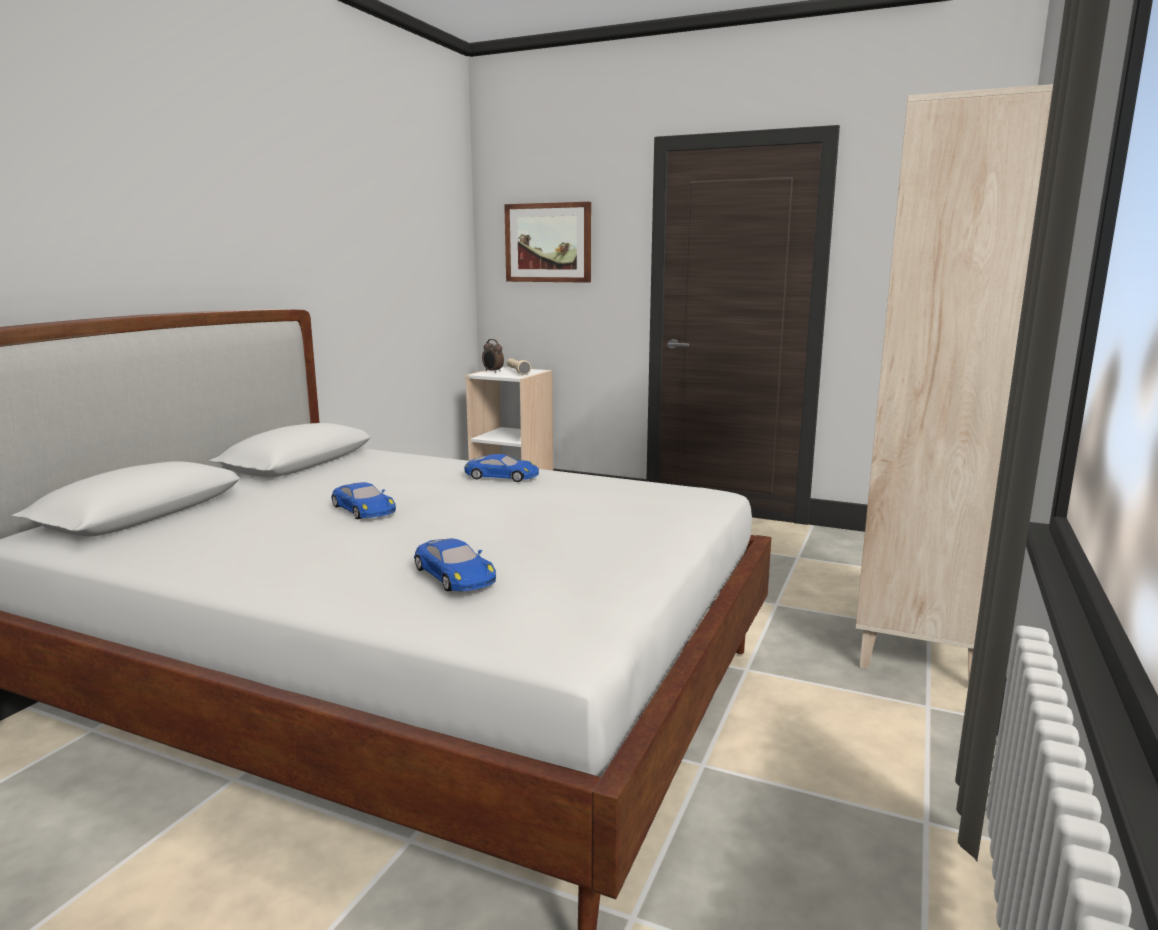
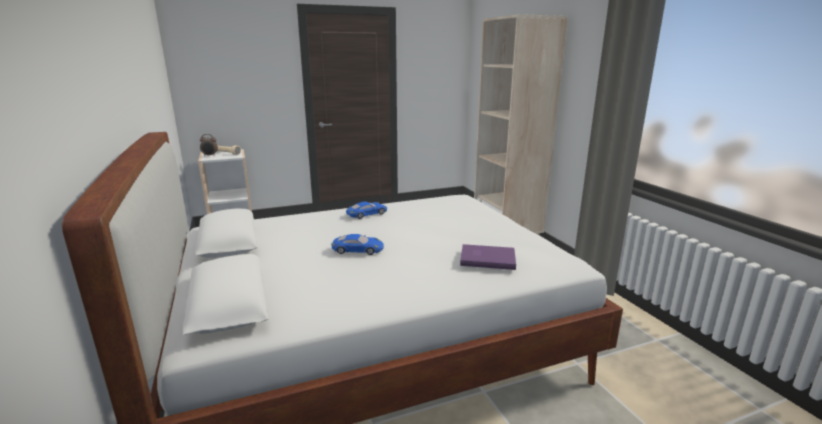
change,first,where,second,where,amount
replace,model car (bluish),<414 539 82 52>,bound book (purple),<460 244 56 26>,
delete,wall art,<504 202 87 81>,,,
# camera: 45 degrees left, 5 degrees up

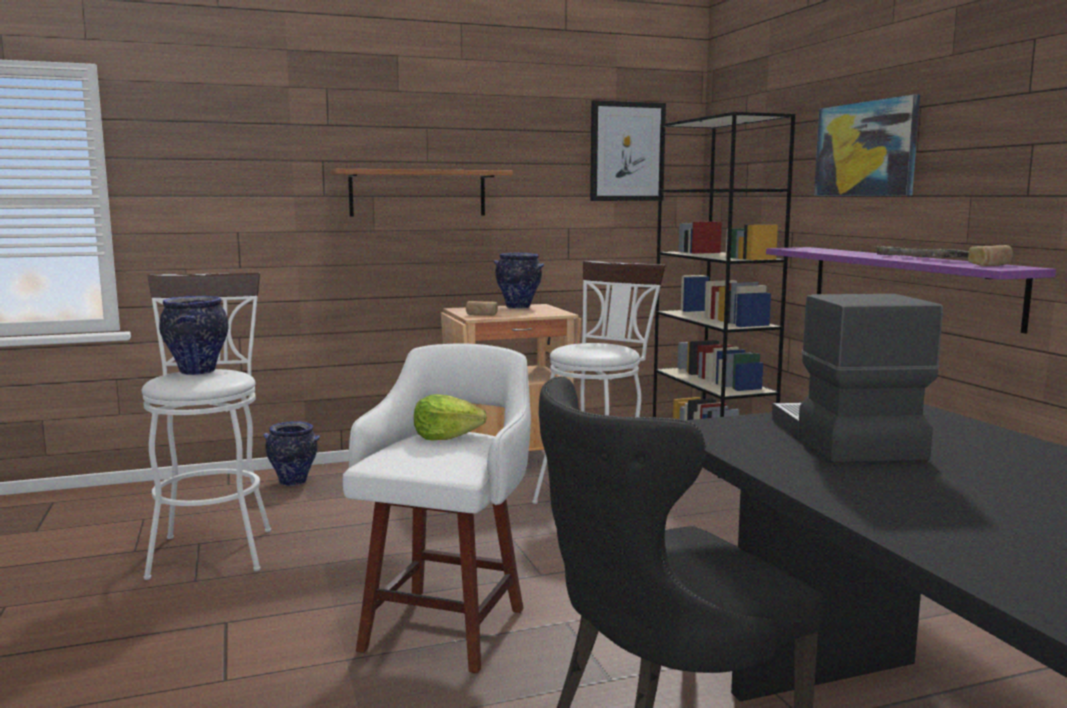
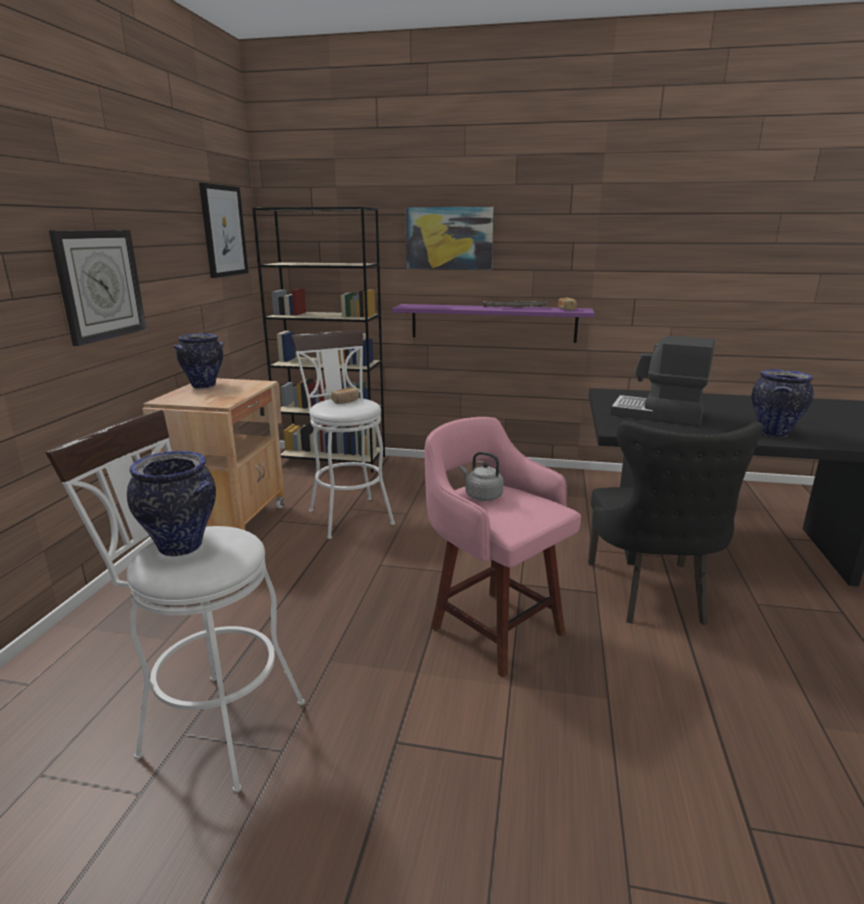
change,first,where,second,where,amount
move,vase,<263 421 57 65>,,<752 369 62 68>,
replace,wall shelf,<330 169 183 48>,wall clock,<49 230 97 116>,
recolor,stool seat (whitish),<343 343 188 330>,stool seat (pink-coloured),<424 417 157 260>,
replace,lettuce,<414 394 73 46>,tea kettle (gray),<460 452 44 49>,
move,baked bread,<466 301 32 15>,,<331 388 28 16>,
# camera: 60 degrees left, 10 degrees up

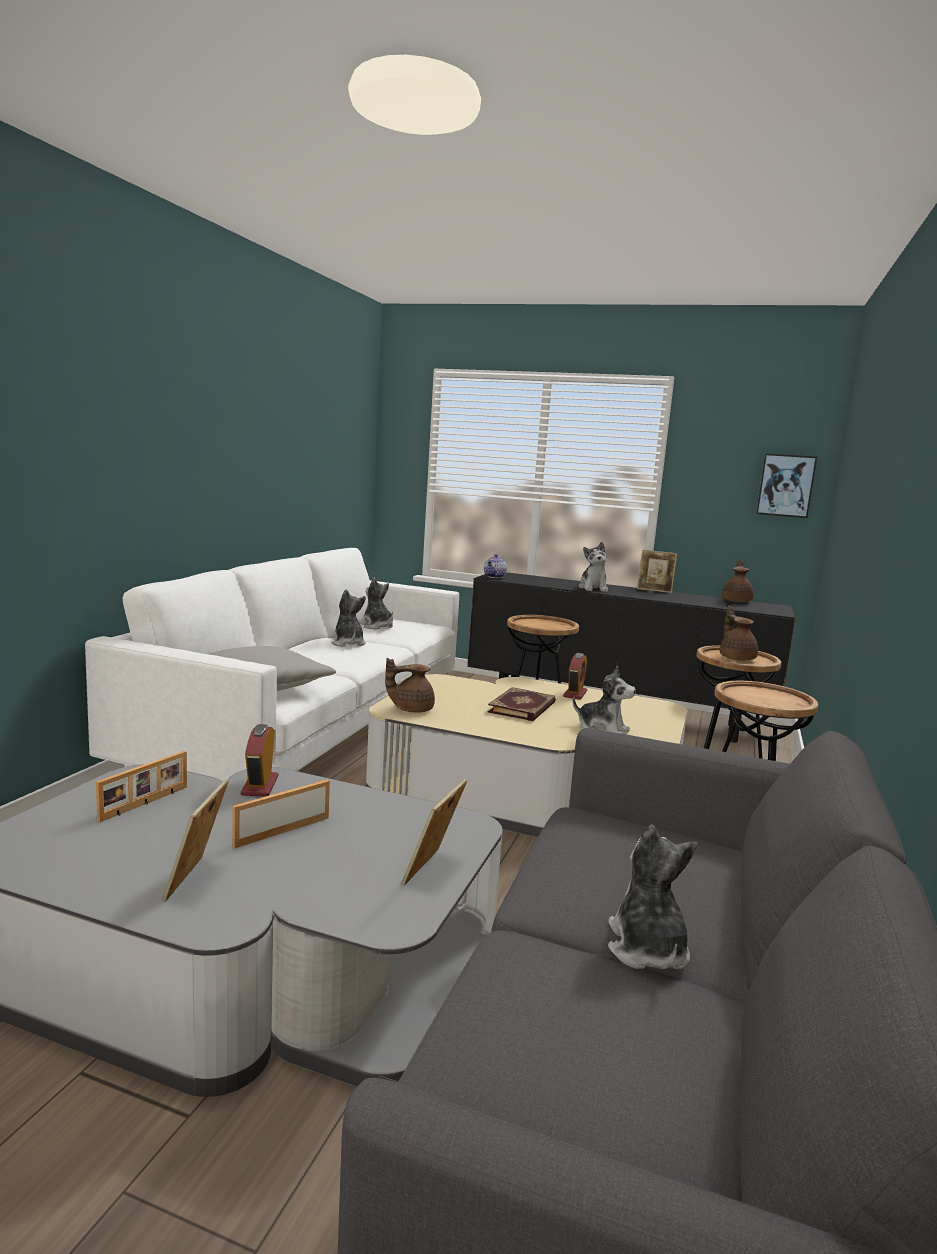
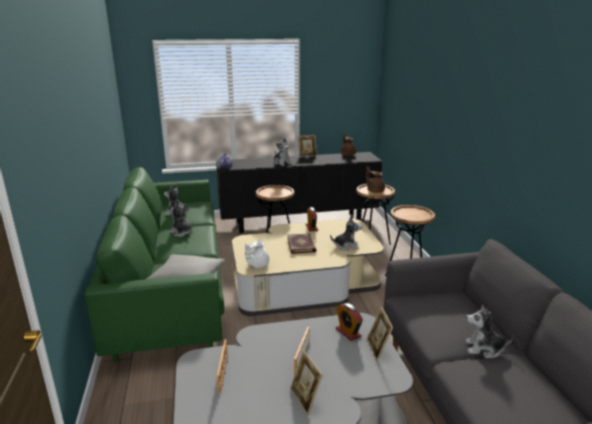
change,first,where,second,where,amount
recolor,couch (whitish),<85 548 374 234>,couch (green),<85 167 139 196>,
move,table clock,<241 724 37 73>,,<336 303 27 38>,
recolor,tea pot (brown-coloured),<385 658 50 54>,tea pot (whitish),<245 241 24 27>,
rotate,soft toy,<608 824 89 145>,,<465 305 49 53>,45 degrees counterclockwise
delete,wall art,<756 453 61 65>,,,
# camera: 30 degrees left, 10 degrees up

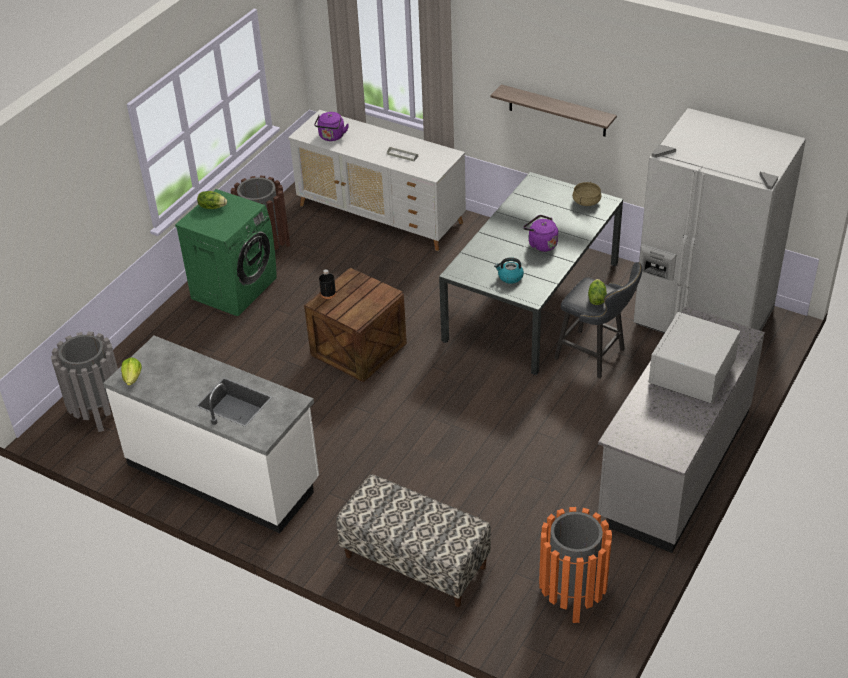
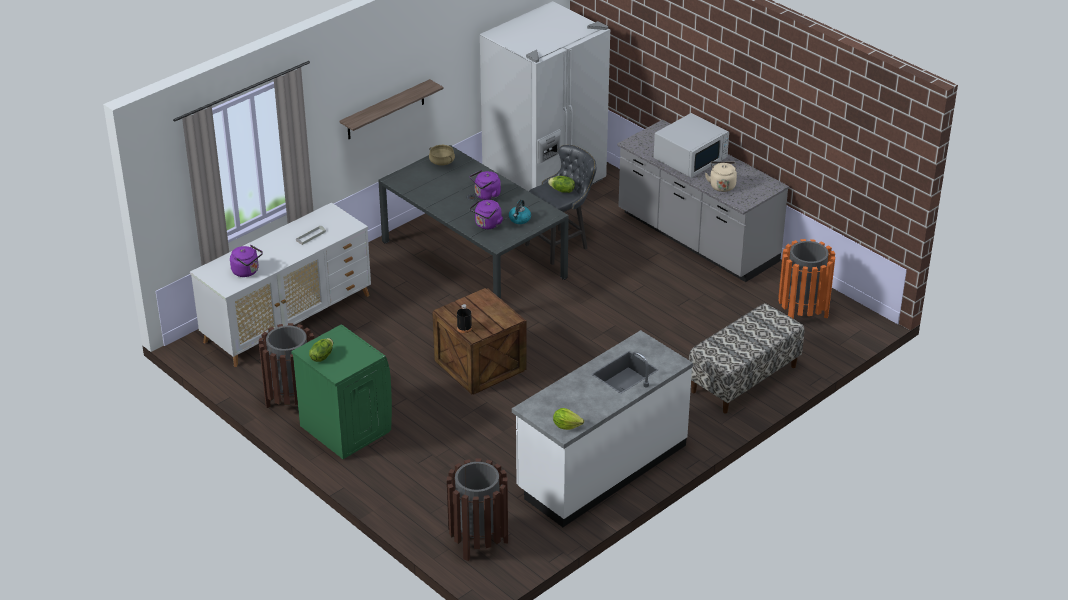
change,first,where,second,where,amount
recolor,rubbish bin (gray),<51 332 67 100>,rubbish bin (brown-coloured),<447 459 61 102>,
rotate,microwave oven (whitish),<649 312 91 92>,,<654 113 75 65>,90 degrees counterclockwise
insert,,,tea kettle (purple),<470 200 33 29>,
insert,,,tea kettle (beige),<705 161 32 31>,
# camera: 75 degrees left, 5 degrees down

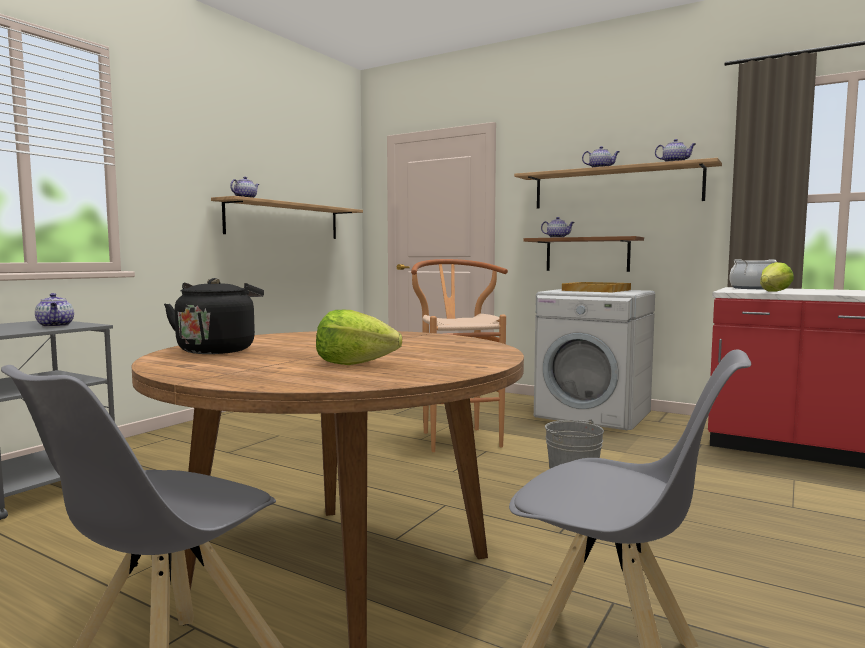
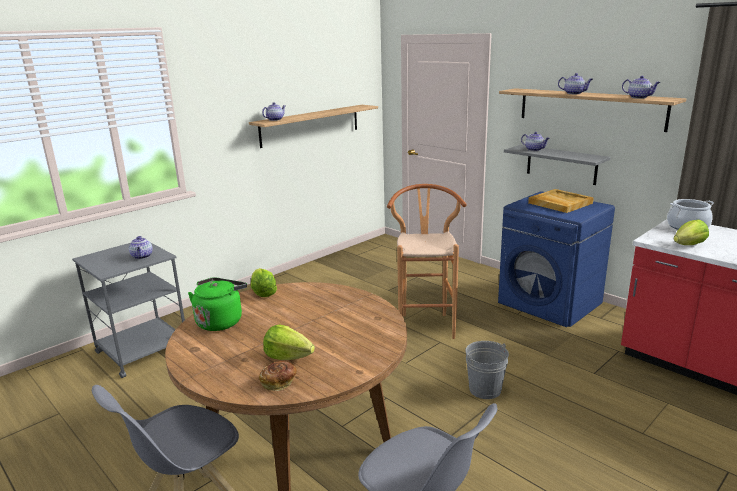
change,first,where,second,where,amount
recolor,tea kettle (black-coloured),<164 278 100 76>,tea kettle (green),<188 277 59 54>,
recolor,wall shelf (brown-coloured),<523 236 121 36>,wall shelf (gray),<504 145 107 40>,
recolor,washing machine (whitish),<534 289 121 141>,washing machine (bluish),<498 191 117 136>,
insert,,,lettuce,<251 268 26 29>,
insert,,,baked bread,<259 361 38 30>,
# camera: 15 degrees right, 15 degrees up

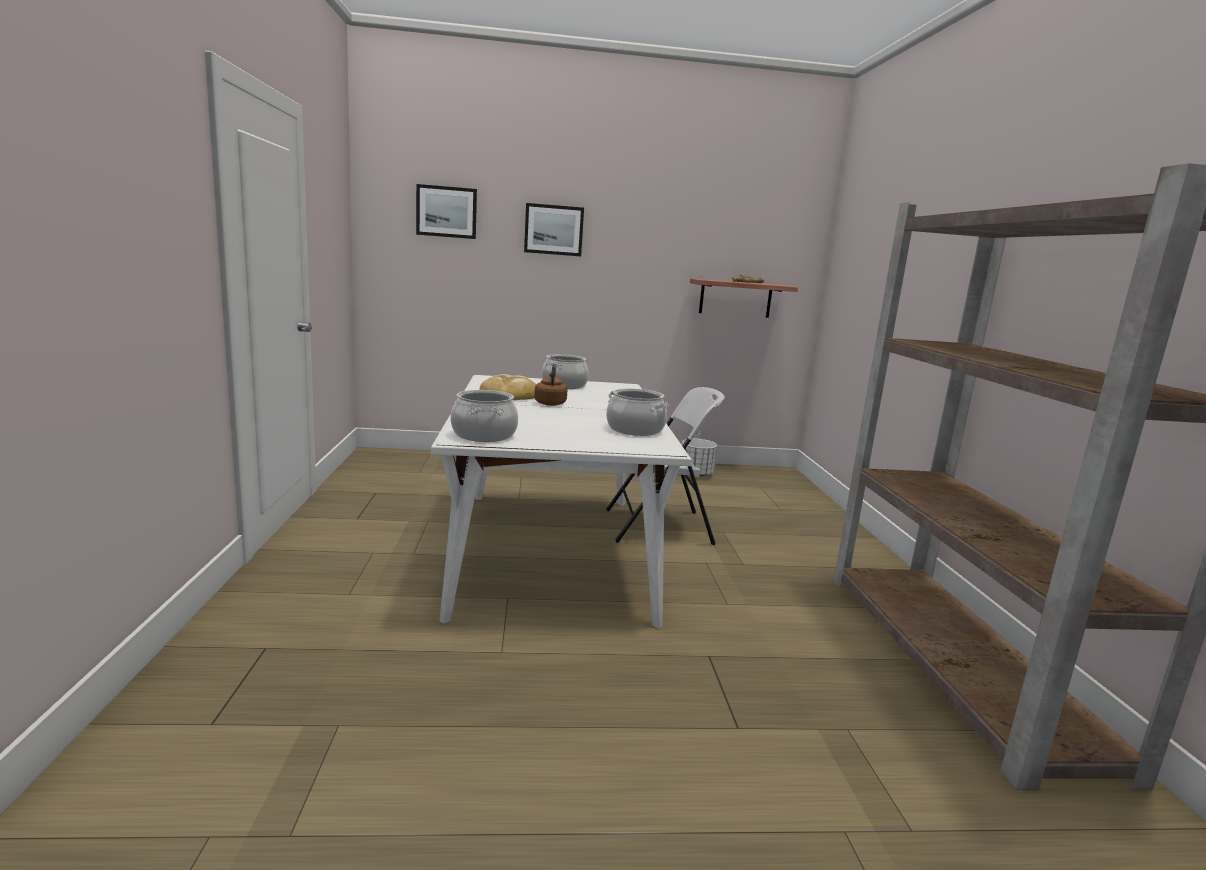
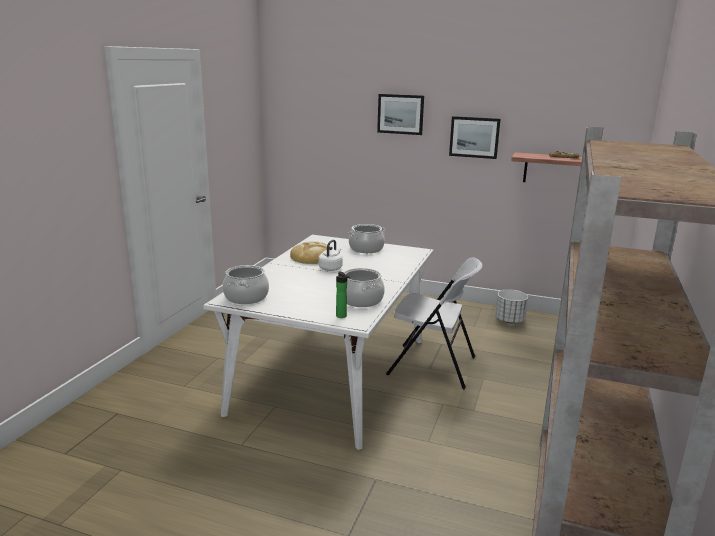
change,first,where,second,where,amount
move,wall art,<416 184 61 55>,,<449 116 52 43>,
recolor,tea kettle (brown-coloured),<534 364 33 42>,tea kettle (whitish),<318 240 25 31>,
insert,,,beverage bottle,<336 271 13 47>,
# camera: 25 degrees right, 5 degrees up

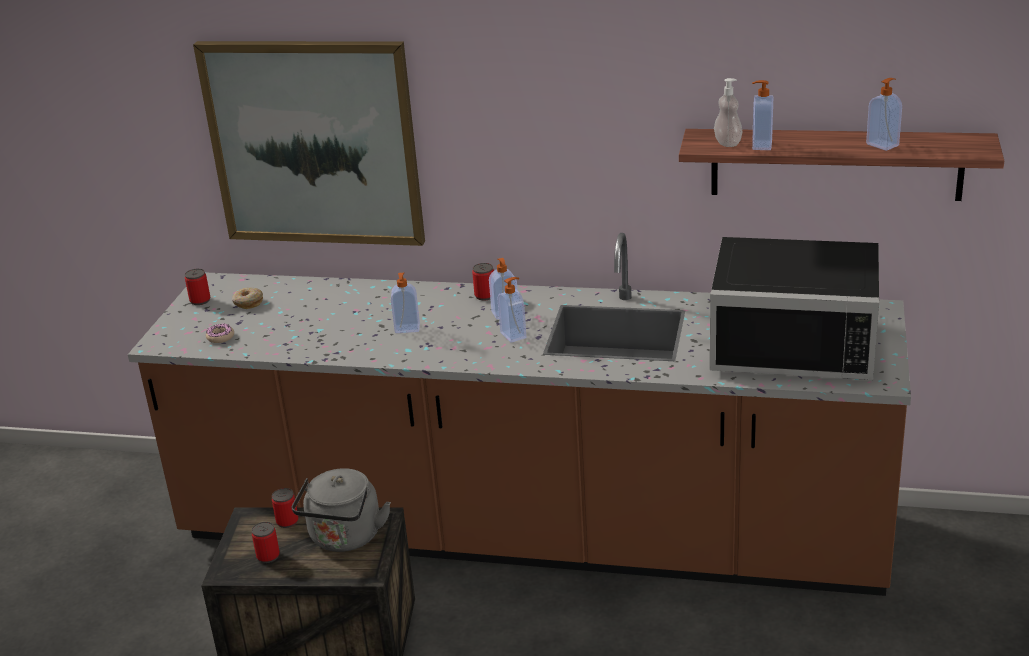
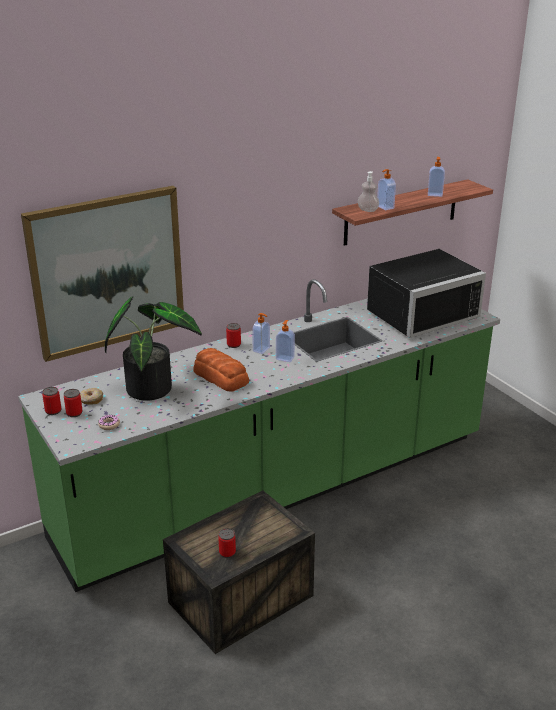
change,first,where,second,where,amount
recolor,kitchen base unit (brown-coloured),<128 233 783 363>,kitchen base unit (green),<18 279 482 313>,
move,sealed can,<272 488 26 40>,,<64 389 19 28>,
delete,tea kettle (gray),<291 468 100 84>,,,
replace,soap bottle,<391 273 29 60>,baked bread,<194 348 55 44>,
insert,,,houseplant,<105 296 97 105>,
# camera: 45 degrees left, 0 degrees up

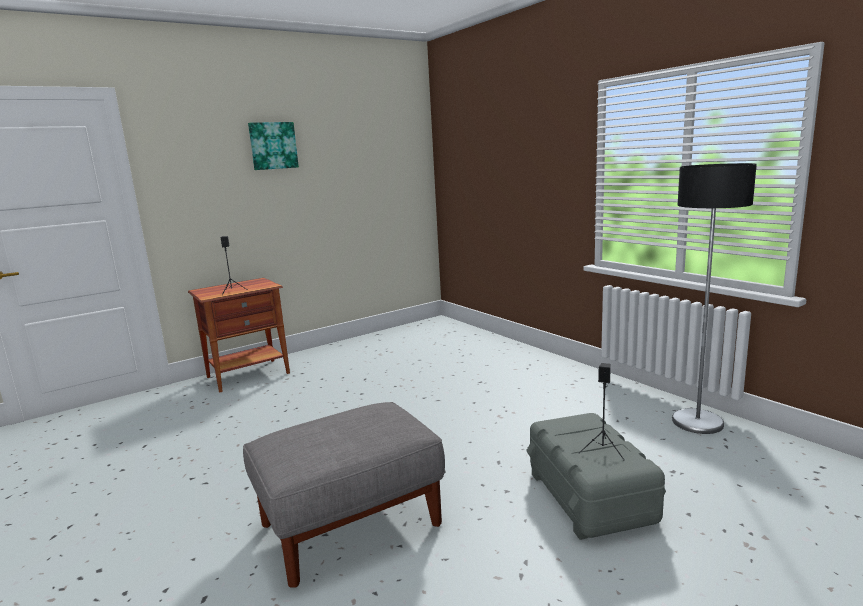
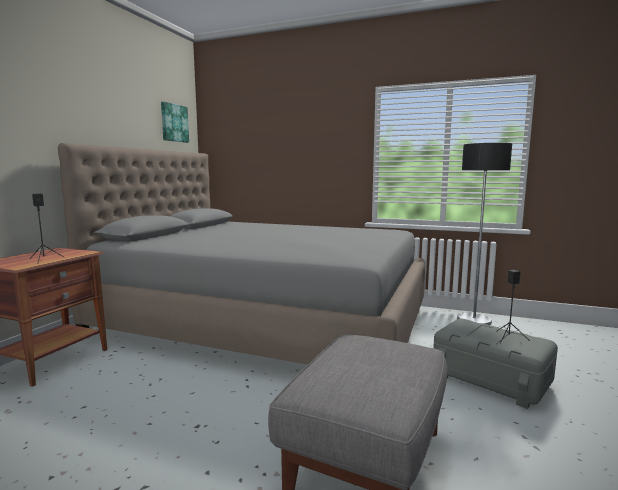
change,first,where,second,where,amount
move,wall art,<248 122 51 48>,,<161 102 28 41>,
insert,,,sleeping bed (gray),<58 143 367 221>,
# camera: 35 degrees left, 5 degrees down

